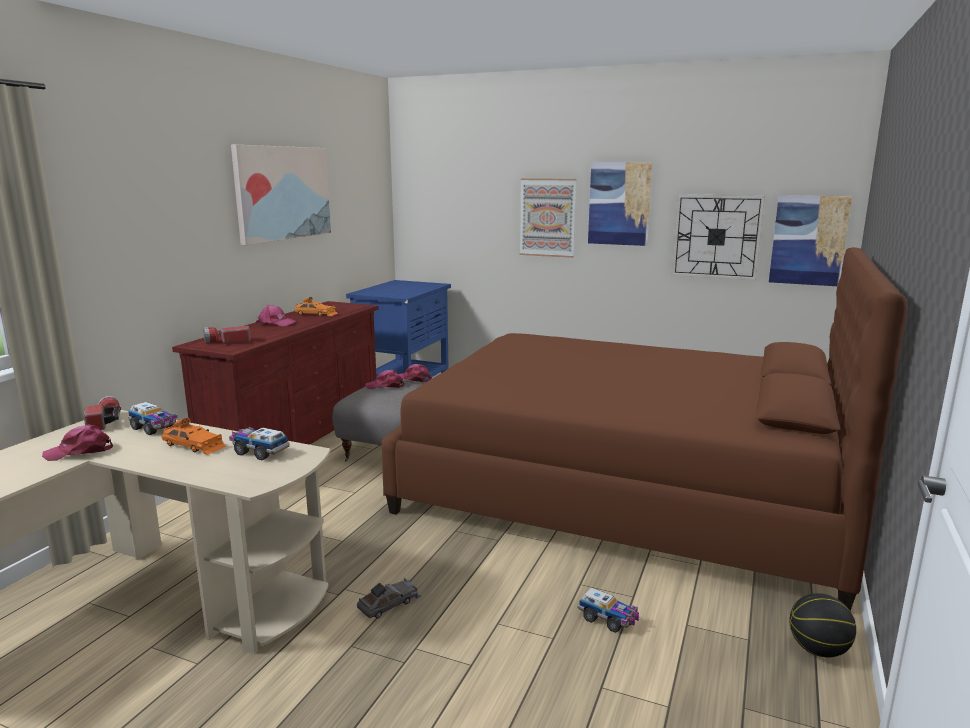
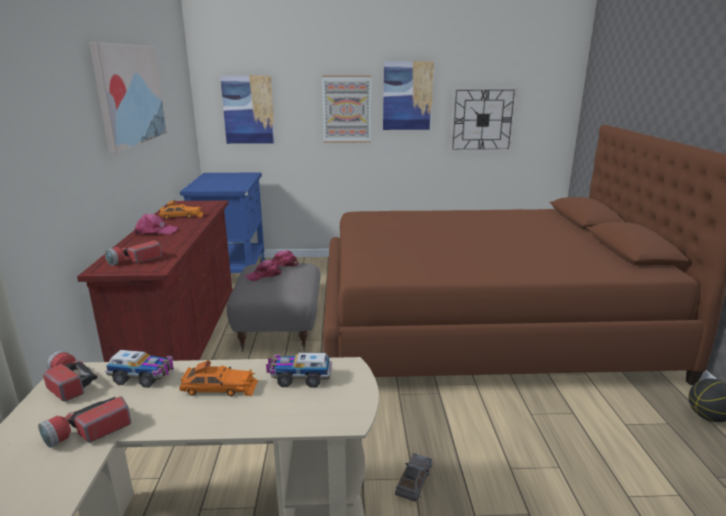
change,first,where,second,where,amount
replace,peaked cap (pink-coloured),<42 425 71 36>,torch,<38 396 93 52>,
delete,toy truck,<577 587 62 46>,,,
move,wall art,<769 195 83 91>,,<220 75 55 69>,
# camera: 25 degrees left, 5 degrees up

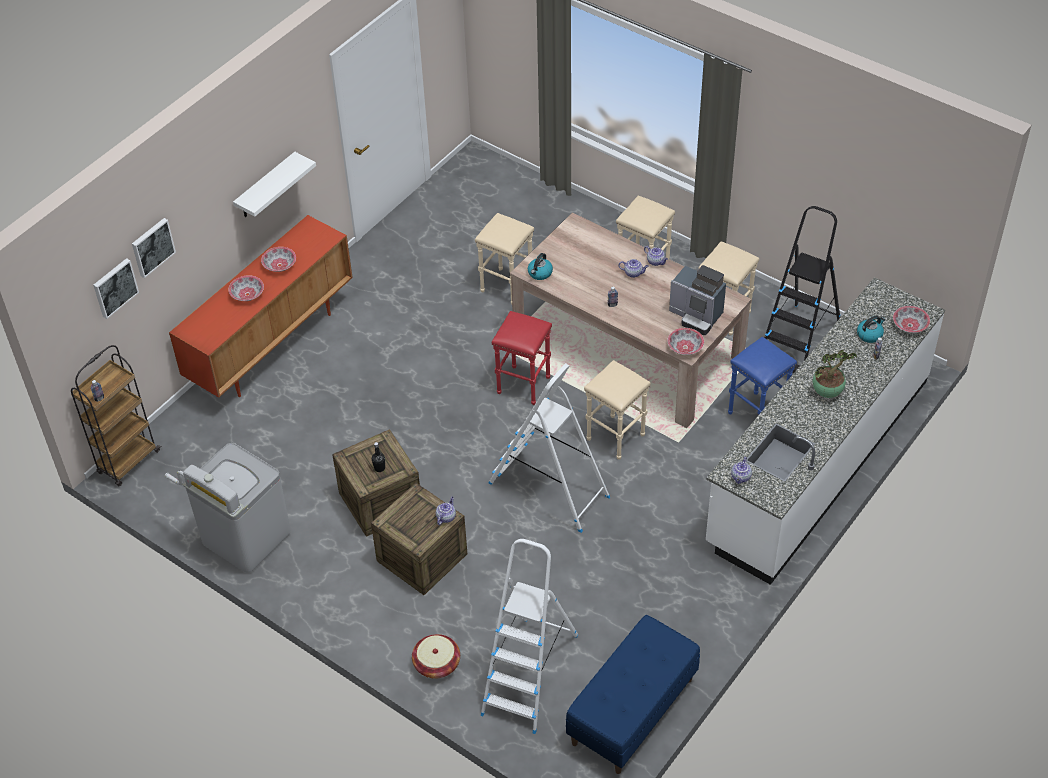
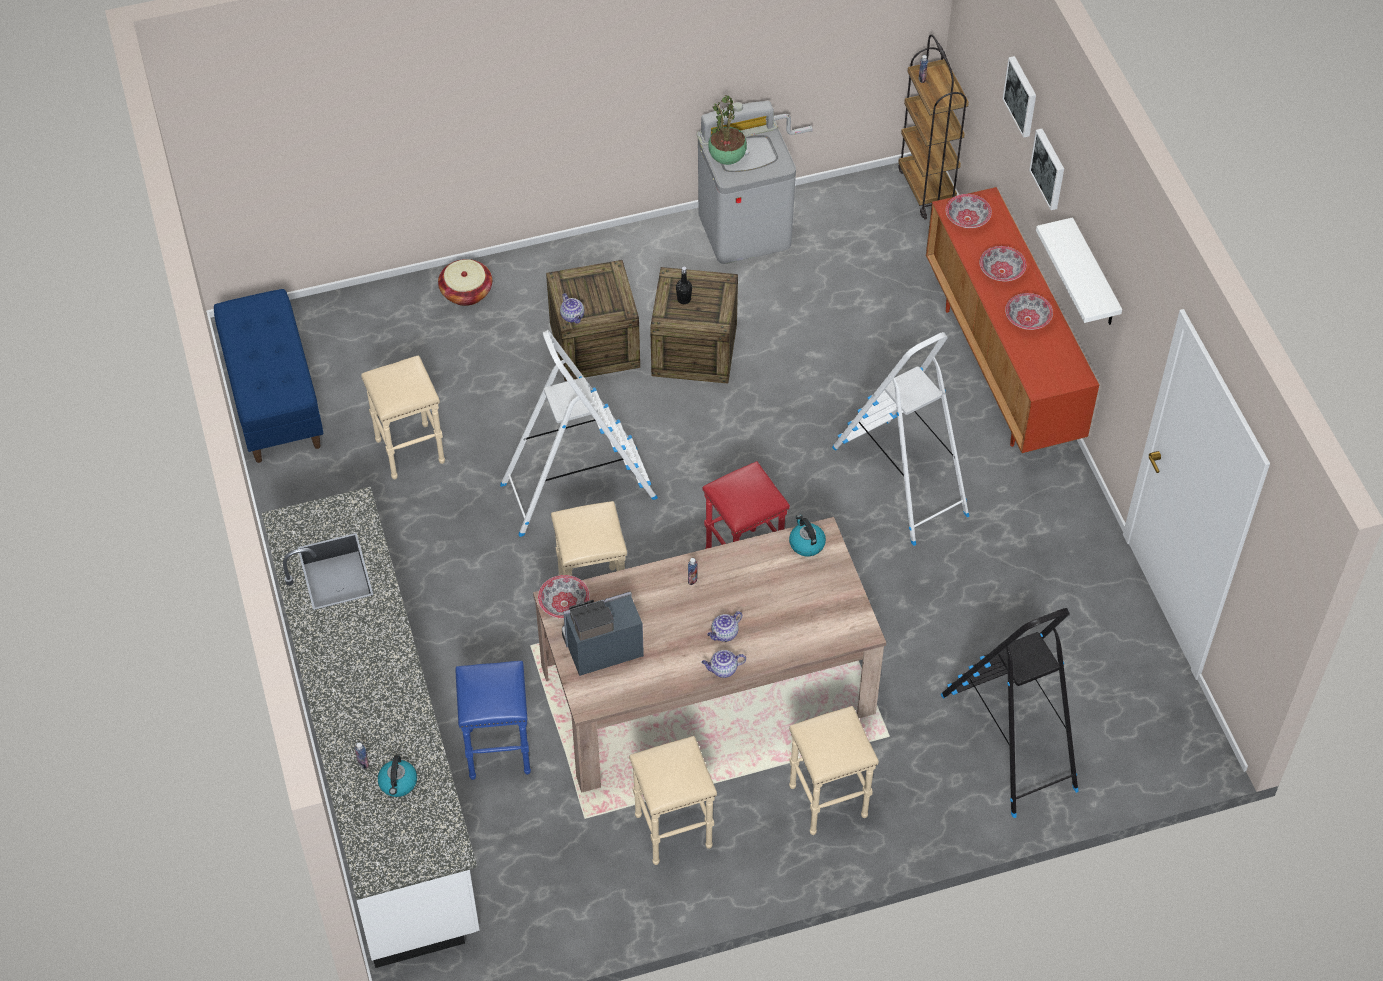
change,first,where,second,where,amount
move,wall art,<93 258 46 61>,,<1029 129 35 81>,
move,stool seat (beige),<475 213 59 91>,,<361 356 84 123>,
move,step stool (whitish),<481 539 97 195>,,<832 332 137 214>,
delete,tea pot,<731 457 21 27>,,,
move,step stool (black-coloured),<764 206 77 167>,,<941 608 137 210>,
move,houseplant,<813 350 44 48>,,<708 95 39 70>,
move,bowl,<893 306 37 27>,,<946 194 46 34>,
# camera: 125 degrees right, 5 degrees up

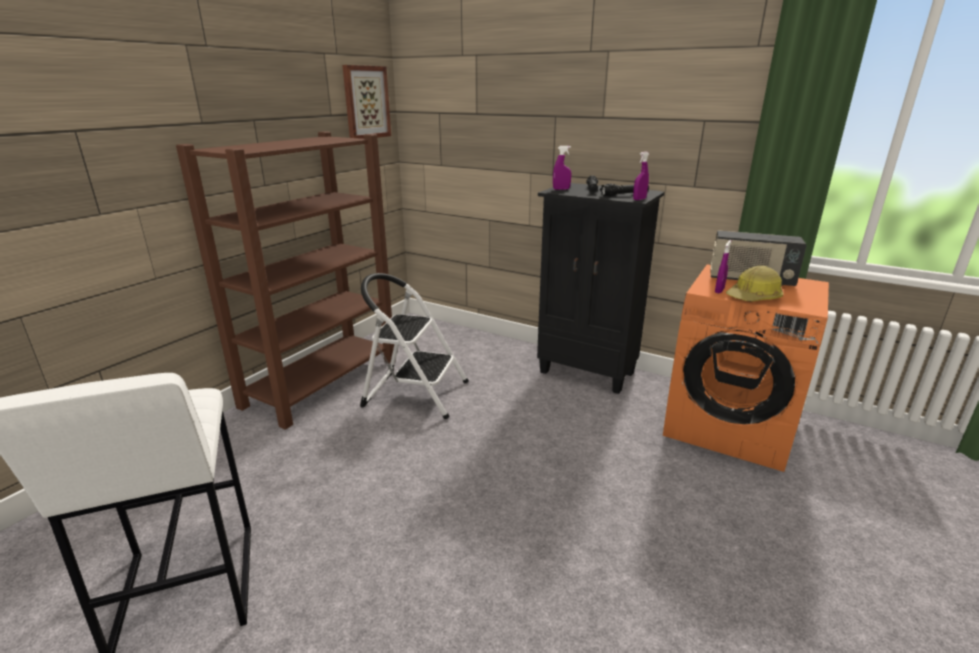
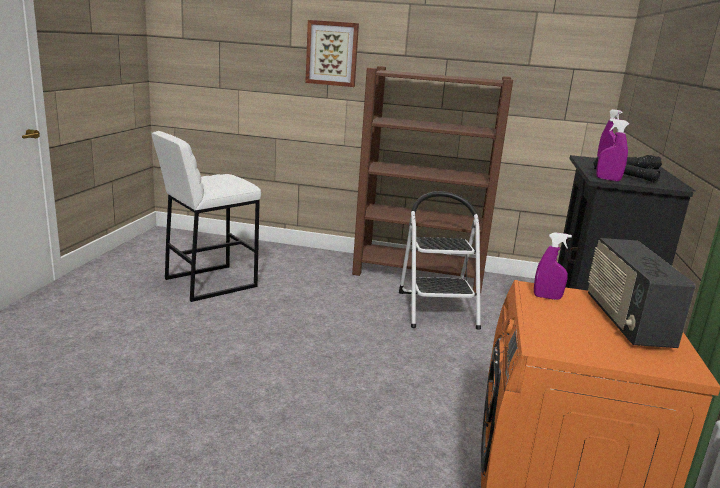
change,first,where,second,where,amount
move,wall art,<342 65 49 74>,,<305 20 54 67>,
delete,hard hat,<726 266 57 36>,,,
# camera: 70 degrees right, 5 degrees down

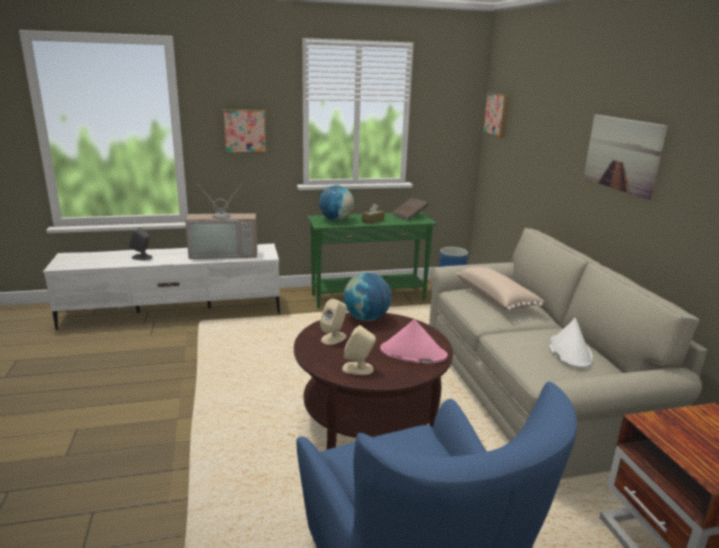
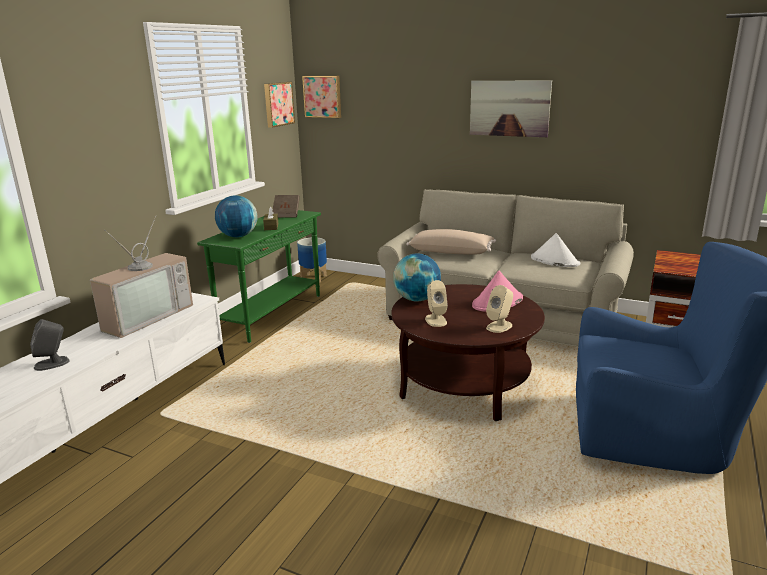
change,first,where,second,where,amount
move,wall art,<222 109 45 44>,,<264 82 31 46>,
# camera: 50 degrees left, 0 degrees up

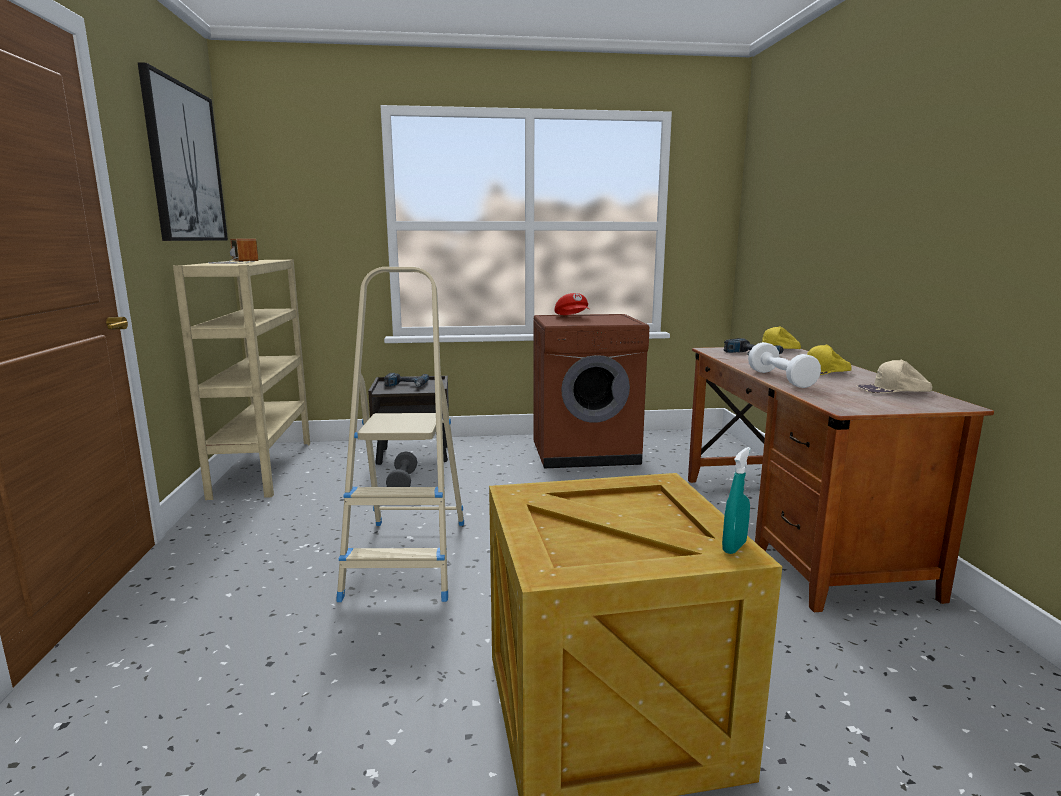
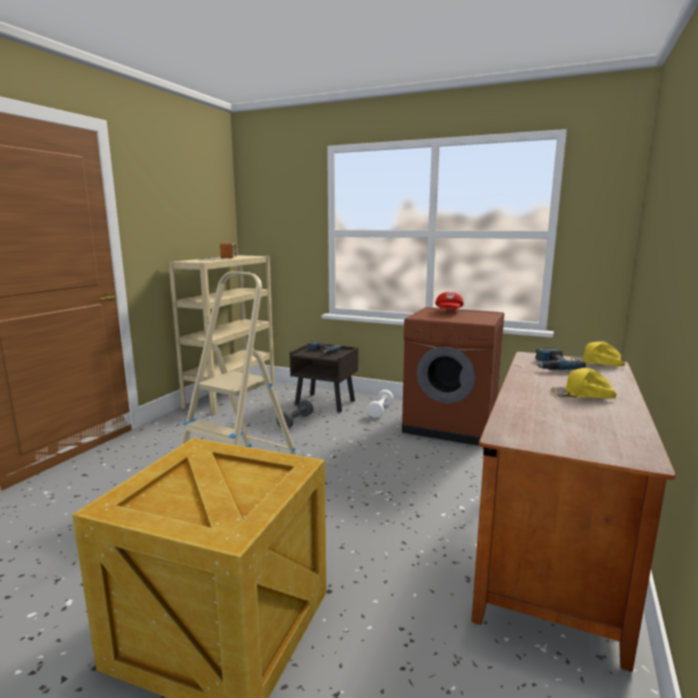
change,first,where,second,where,amount
delete,wall art,<138 62 90 179>,,,
delete,spray bottle (blue-green),<722 447 29 107>,,,
move,dumbbell (whitish),<748 342 73 46>,,<367 390 26 28>,
delete,peaked cap (beige),<856 360 76 33>,,,
# camera: 30 degrees right, 0 degrees up

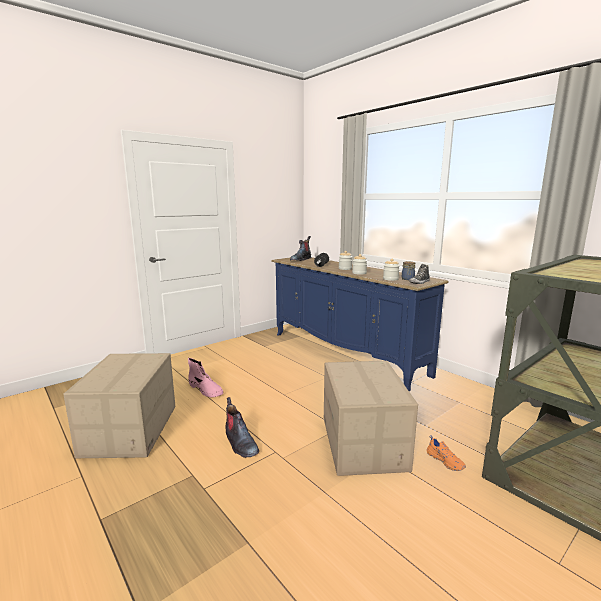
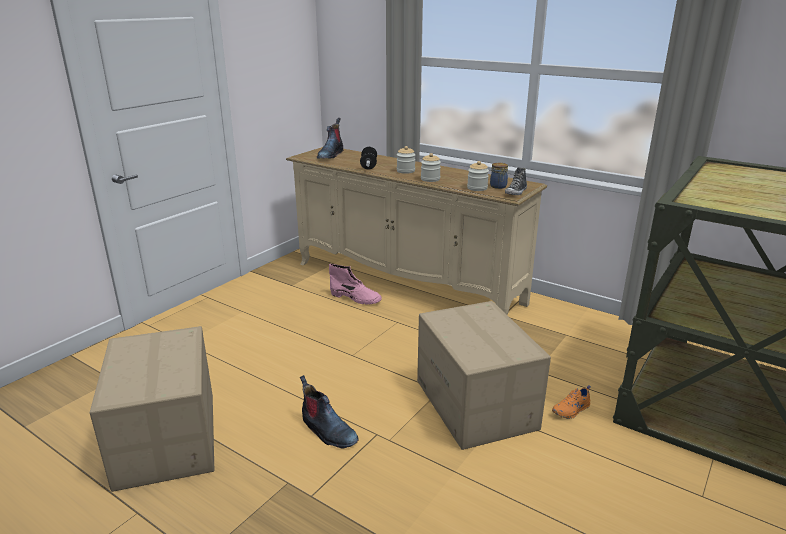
change,first,where,second,where,amount
move,tall boot (pink-coloured),<188 358 36 39>,,<329 264 53 41>,
recolor,cabinet (bluish),<271 257 178 134>,cabinet (beige),<286 147 261 168>,
rotate,low shoe (orange),<426 435 40 36>,,<552 385 39 34>,105 degrees clockwise
# camera: 15 degrees left, 10 degrees up

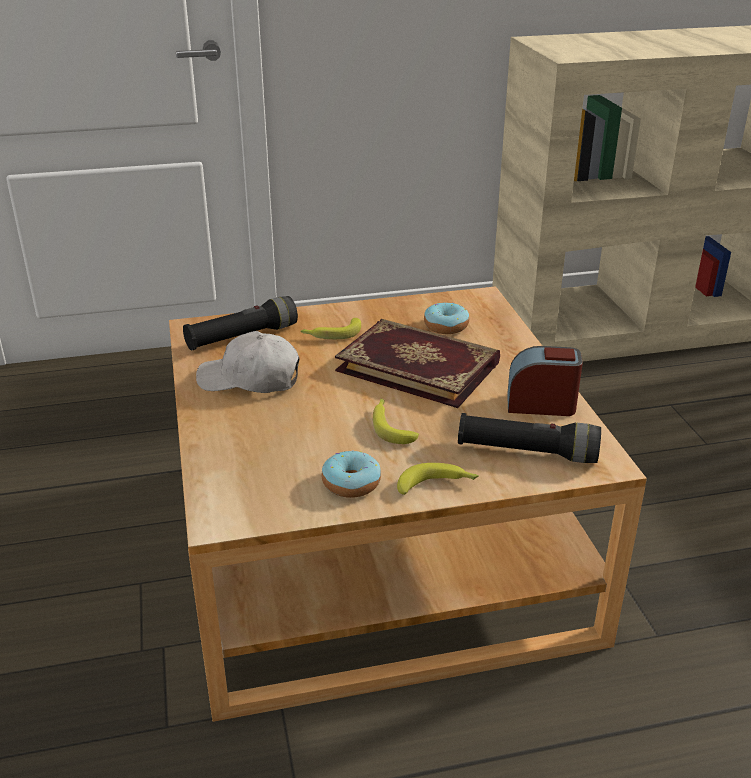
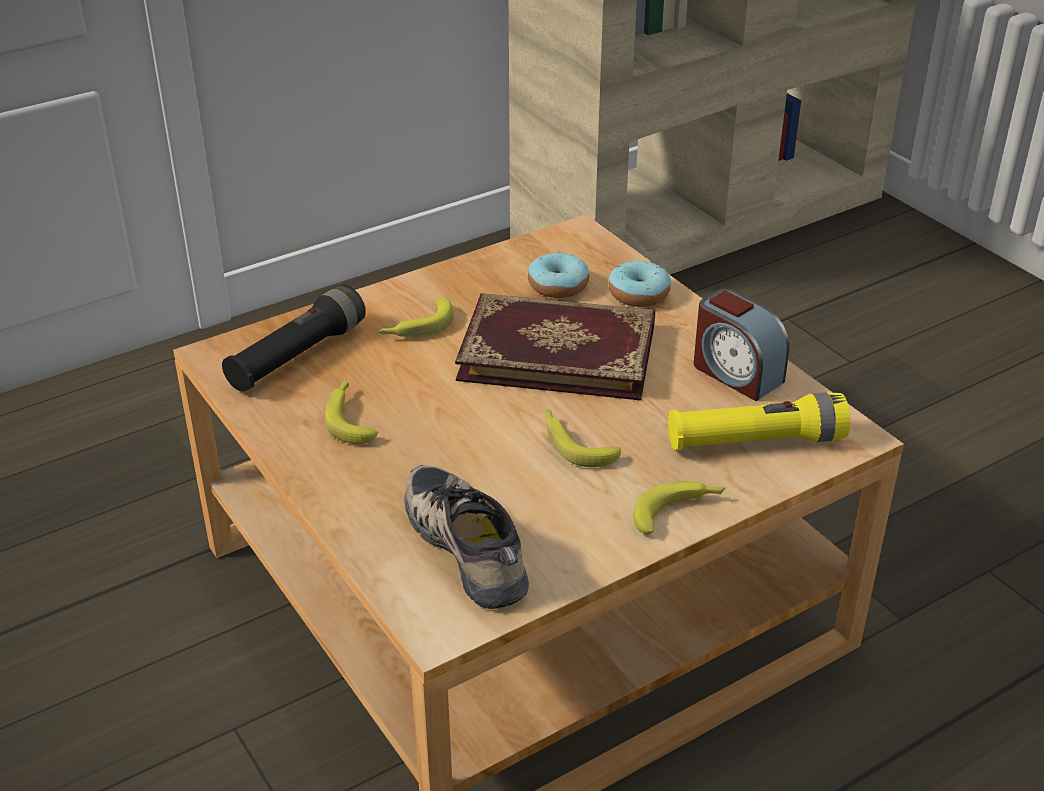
change,first,where,second,where,amount
replace,peaked cap (whitish),<196 331 104 62>,whole banana,<325 379 53 65>,
move,donut,<321 450 60 48>,,<608 260 63 47>,
recolor,torch (black-coloured),<458 413 143 50>,torch (yellowish),<668 392 182 59>,
rotate,table clock,<507 346 76 70>,,<694 289 95 112>,120 degrees counterclockwise
insert,,,low shoe,<404 465 125 144>,
# camera: 20 degrees left, 5 degrees up

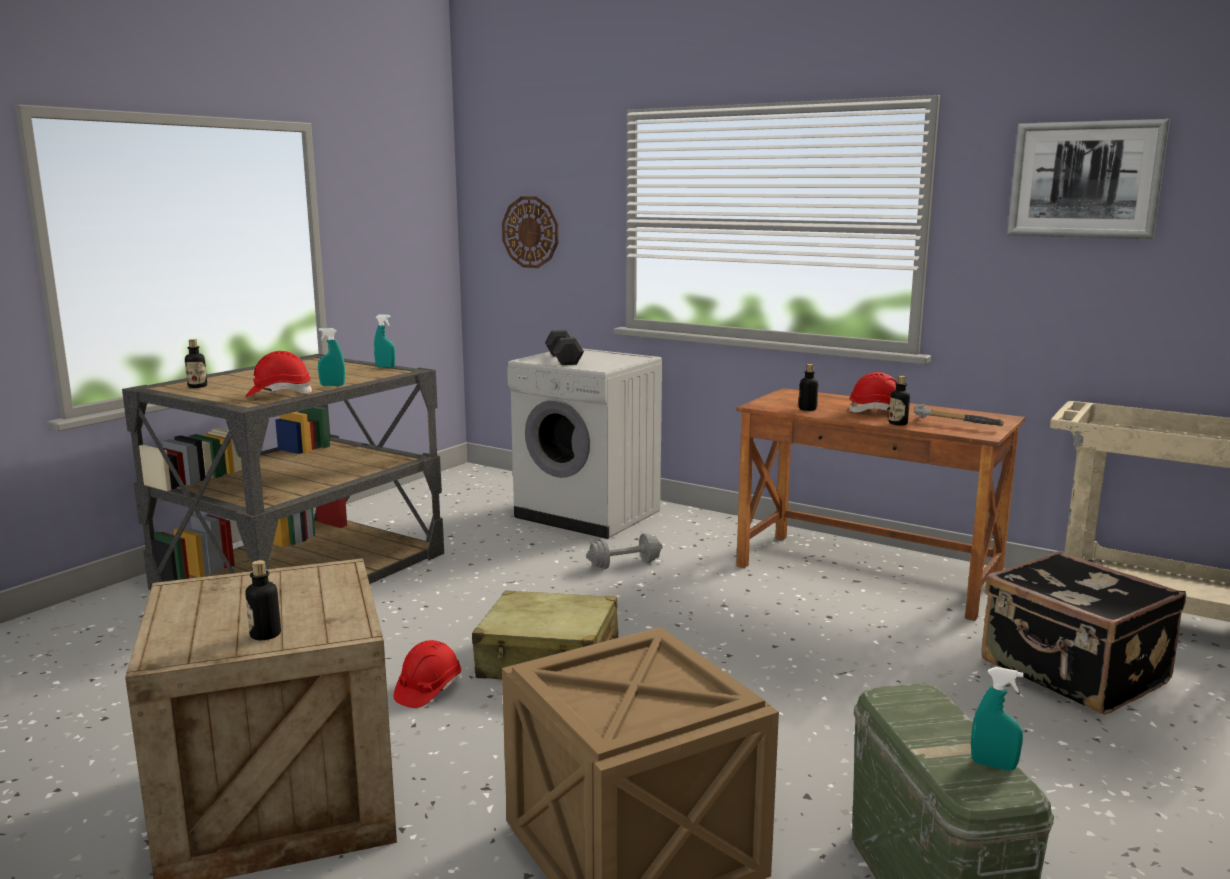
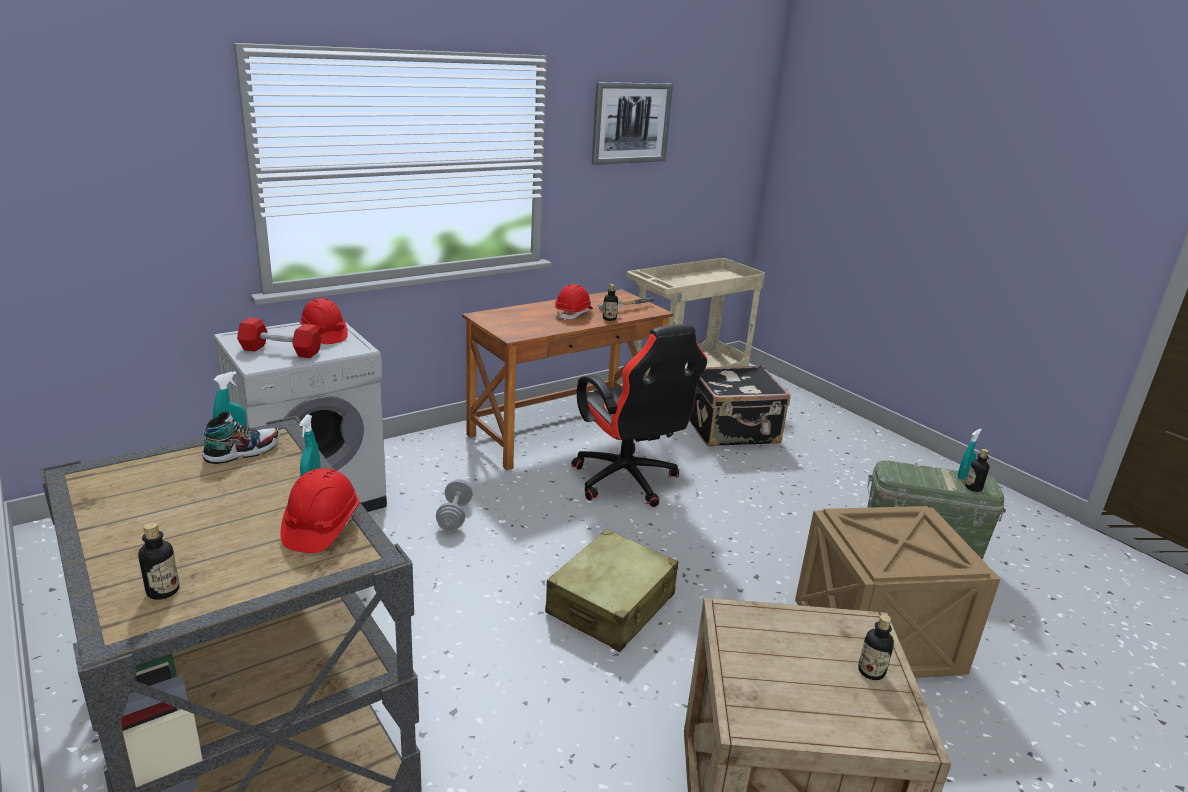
change,first,where,second,where,amount
move,hard hat (red-coloured),<393 640 68 68>,,<300 298 48 46>,
delete,wall clock,<502 196 56 72>,,,
recolor,dumbbell (black-coloured),<545 330 39 35>,dumbbell (red-coloured),<237 317 85 41>,
move,beverage bottle,<799 364 19 47>,,<965 449 25 43>,
insert,,,low shoe,<202 412 78 52>,
insert,,,computer chair (black-coloured),<571 324 136 183>,
# camera: 70 degrees left, 10 degrees up

